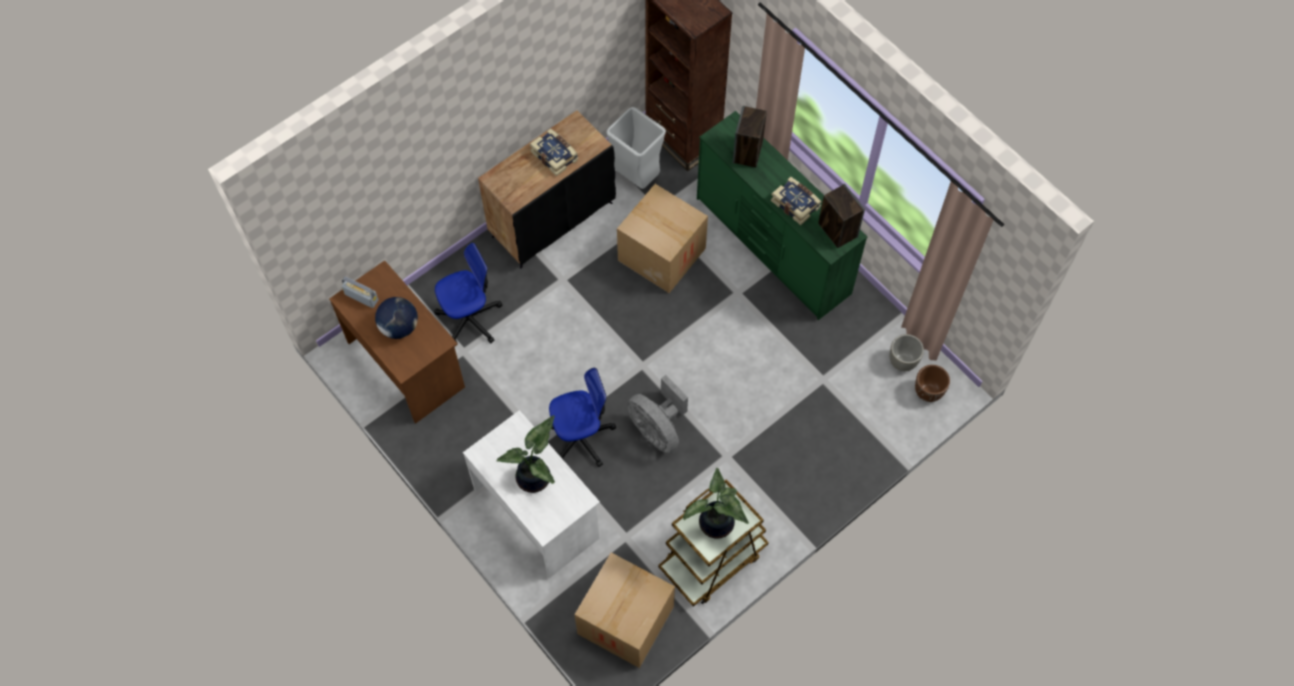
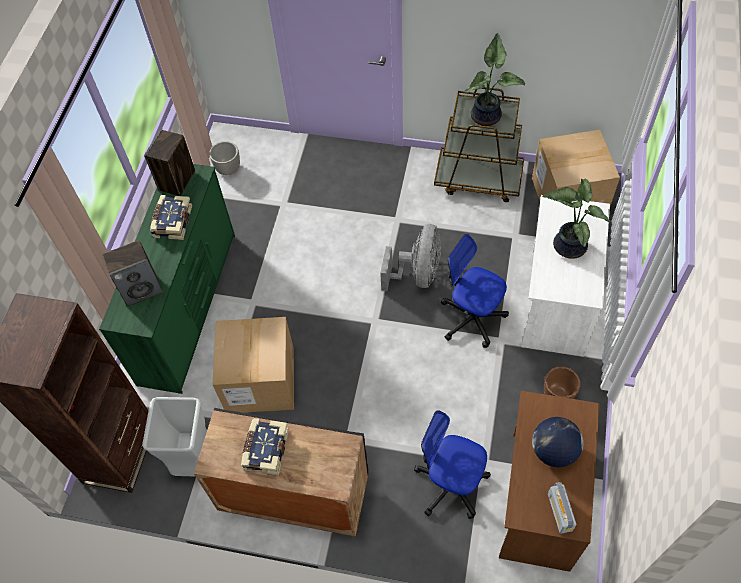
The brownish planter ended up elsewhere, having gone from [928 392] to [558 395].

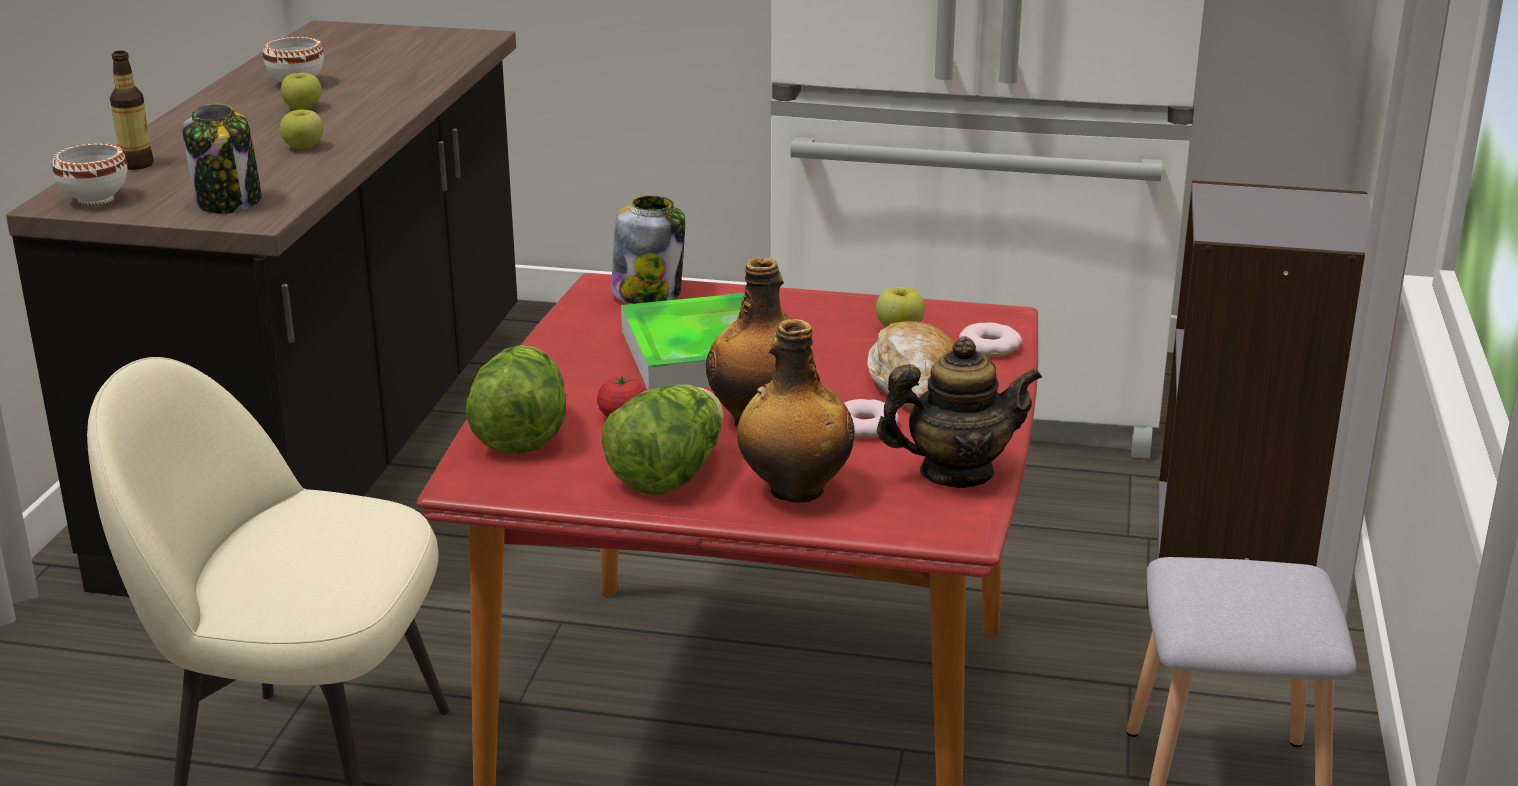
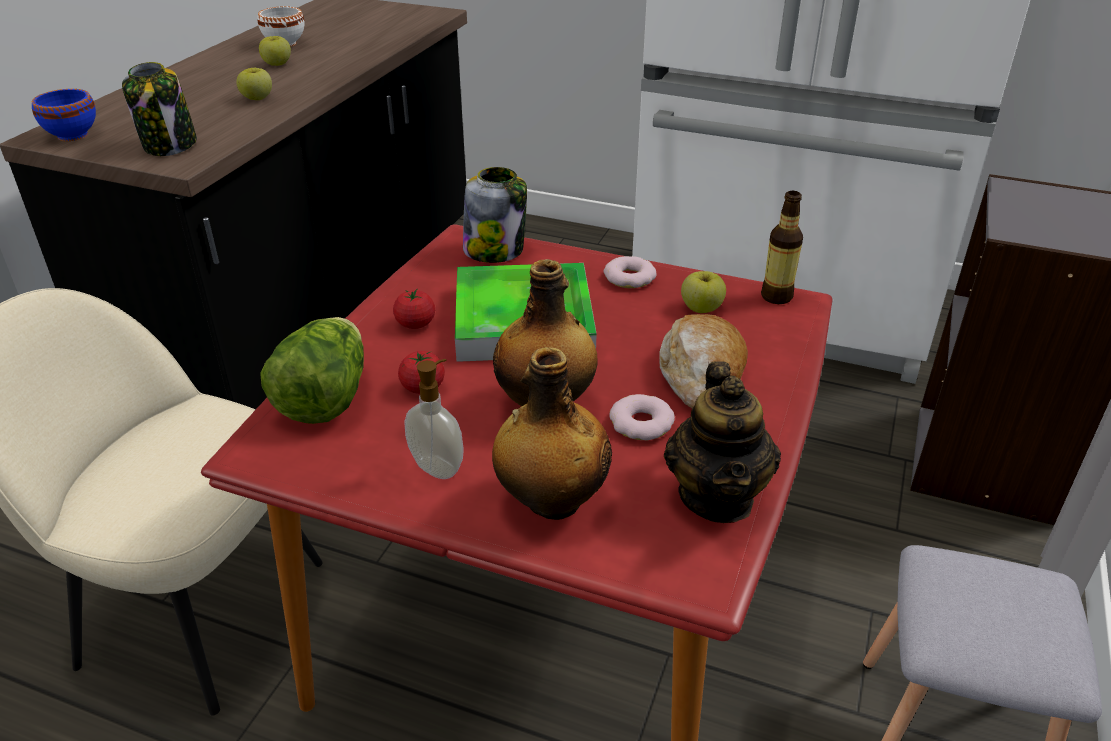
The drink bottle ended up elsewhere, having gone from [137 165] to [776 296].
What was the whitish deep dish at [95 199] turned into the blue-coloured deep dish at [73 135].
The donut ended up elsewhere, having gone from [989 346] to [629 278].
The tea pot at [956 473] ended up facing another way, 90 degrees clockwise from before.
Where the lettuce head stood at [668 475], the soap bottle came to stand at [438 467].
The second view gained the fresh tomato at [415 324].

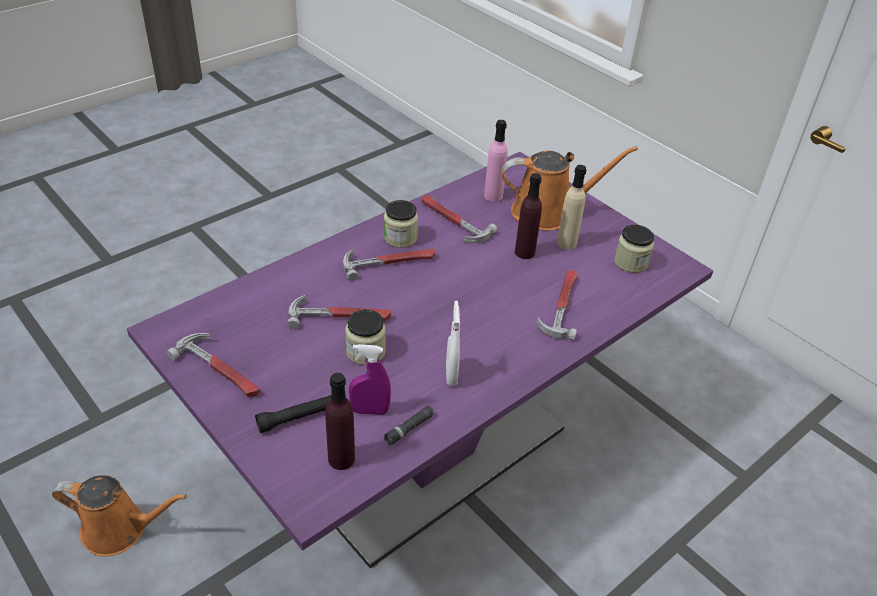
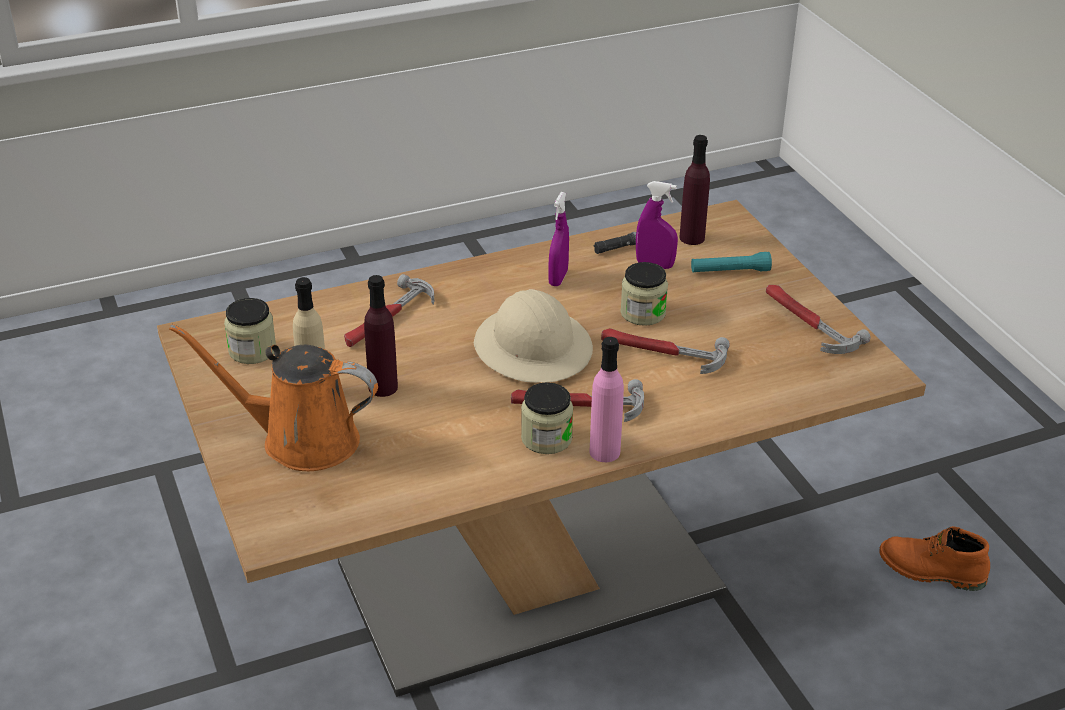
The pinkish drink bottle ended up elsewhere, having gone from [493 196] to [604 452].
What was the purple dining table at [429 449] turned into the brownish dining table at [530 578].
The second view lost the tool hammer at [452 221].
What was the whitish spray bottle at [451 375] turned into the purple spray bottle at [558 278].
What was the black torch at [296 418] turned into the turquoise-coloured torch at [730 271].
Where the orangey watering pot stood at [120 529], the orangey boot came to stand at [930 571].
The second view gained the sand-coloured hard hat at [533 348].

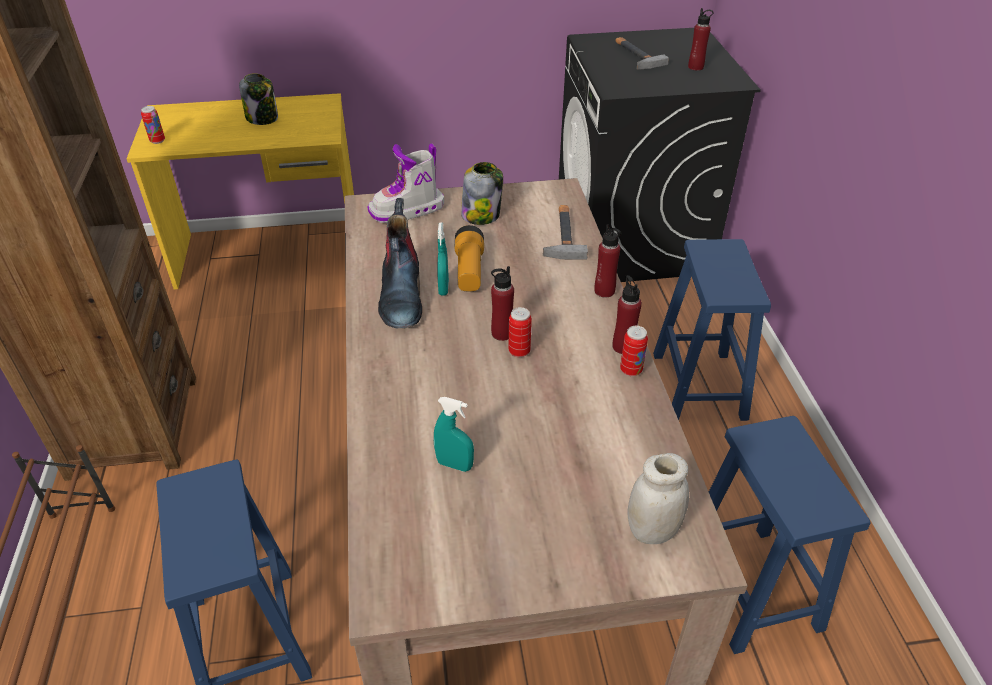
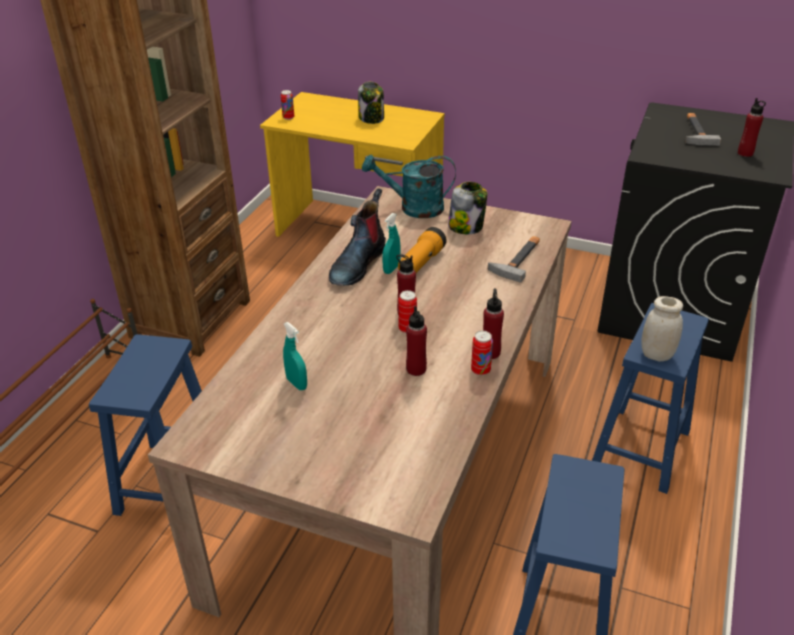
Where the boot stood at [408 210], the turquoise-coloured watering pot came to stand at [413 208].
The reddish drink bottle ended up elsewhere, having gone from [604 291] to [416 369].
The whitish jar ended up elsewhere, having gone from [652 531] to [656 355].

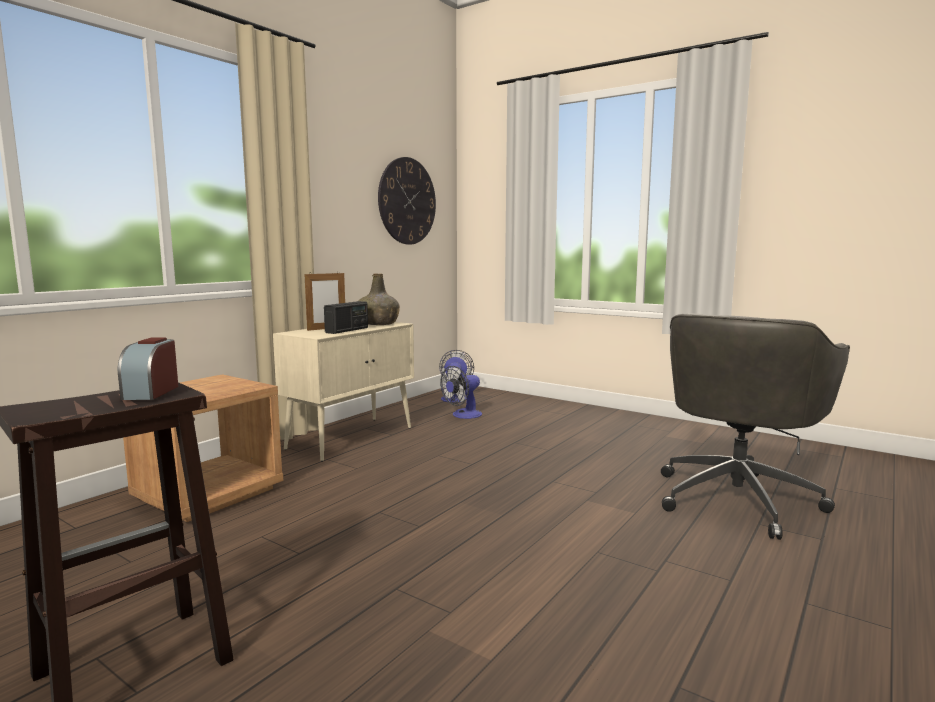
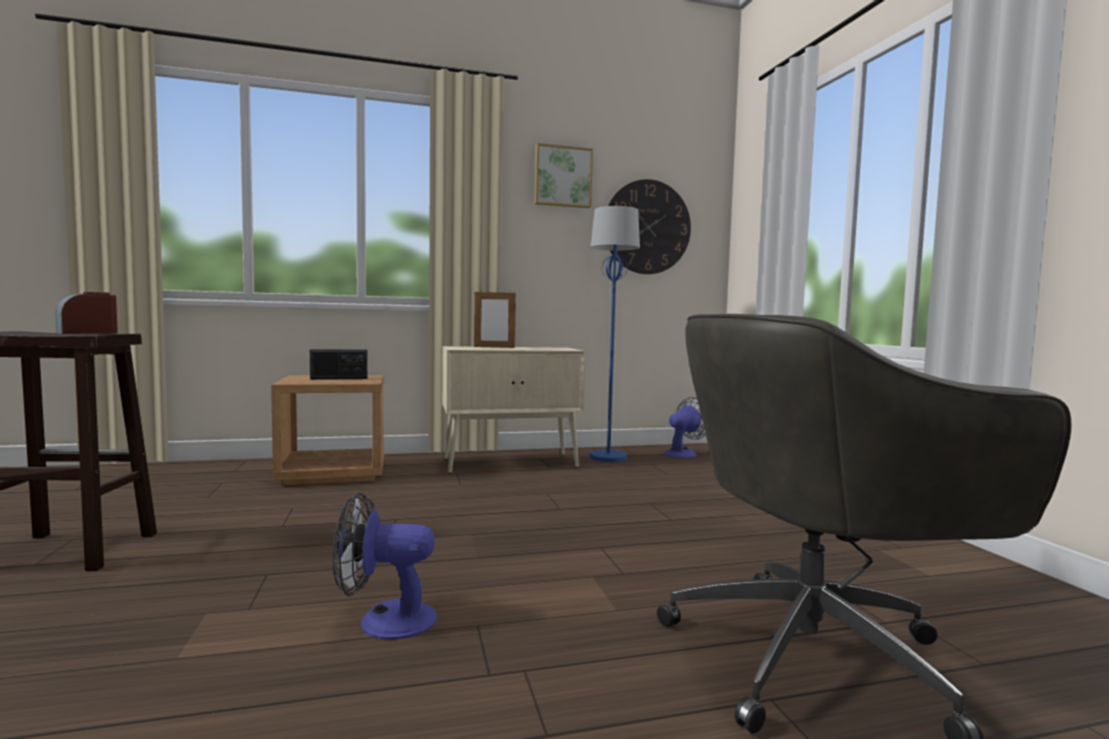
The second view lost the greenish drink bottle at [378 323].
The radio set ended up elsewhere, having gone from [347 330] to [339 378].
The electric fan ended up elsewhere, having gone from [463 415] to [384 620].
The second view gained the wall art at [562 177].
The second view gained the blue-coloured standard lamp at [608 457].

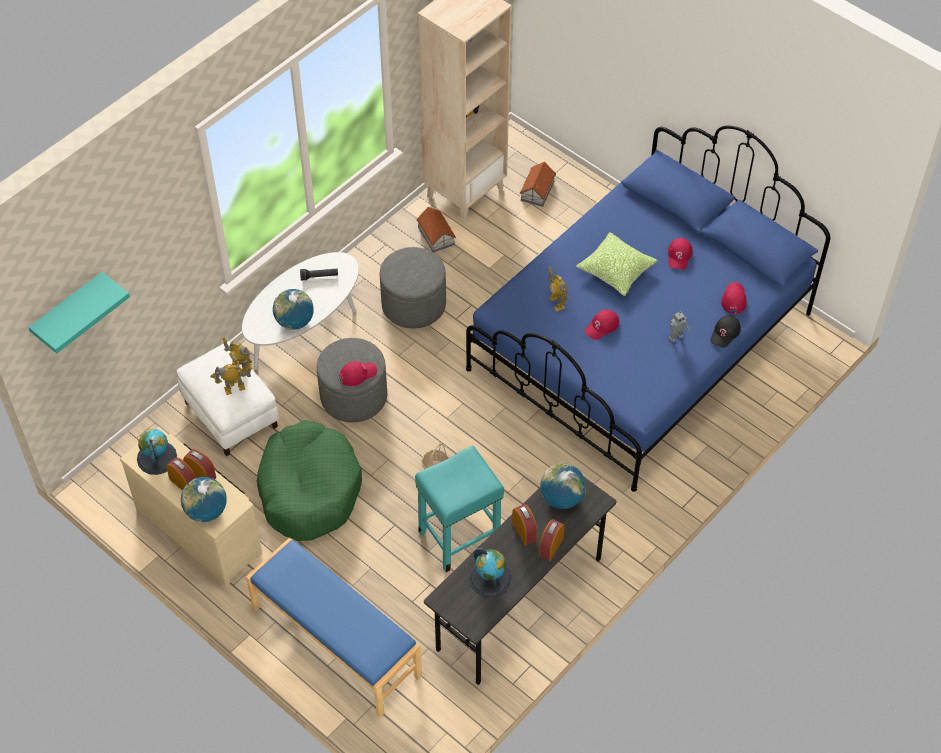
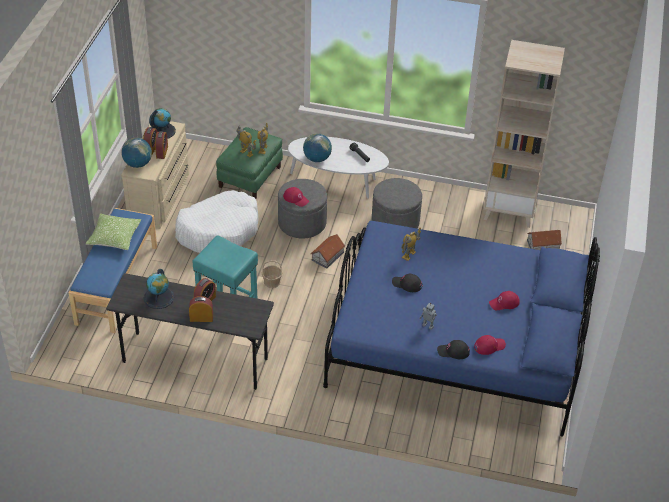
The miniature house ended up elsewhere, having gone from [436 235] to [328 256].
The pillow ended up elsewhere, having gone from [616 270] to [114 237].
The second view lost the turquoise-coloured bracket shelf at [68 310].
What was the reddish baseball cap at [602 326] turned into the black baseball cap at [407 284].
What was the whitish footrest at [232 414] turned into the greenish footrest at [250 177].
What was the greenish pet bed at [309 489] turned into the whitish pet bed at [219 230].
The second view lost the desk globe at [562 498].

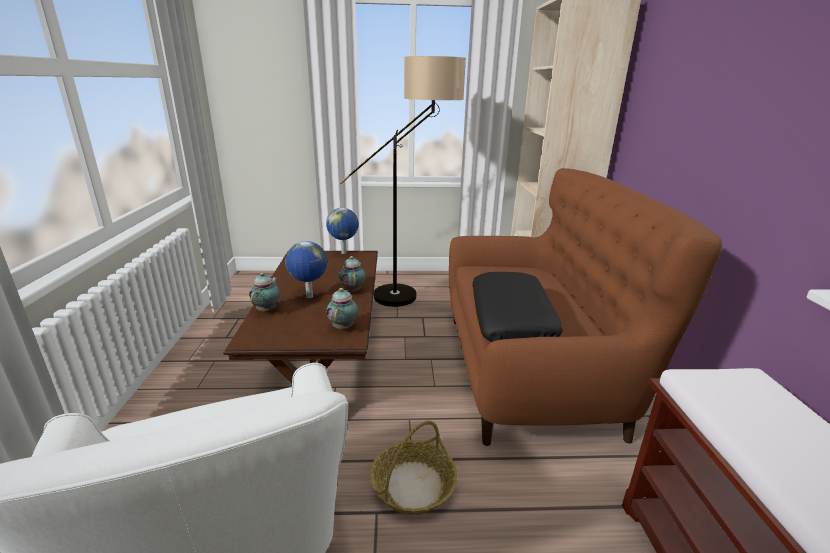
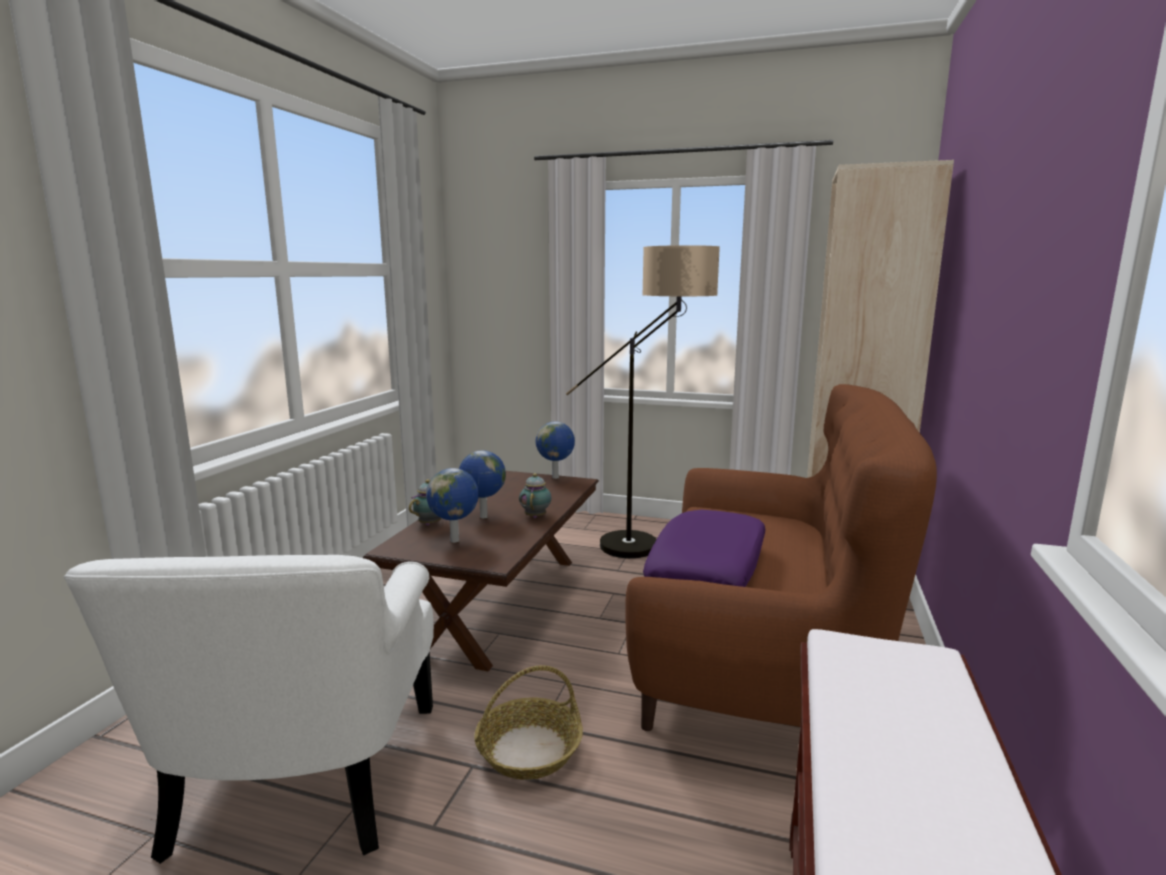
What was the black pillow at [511 318] turned into the purple pillow at [708 569].
The second view lost the tea pot at [344 326].
The second view gained the desk globe at [456 541].

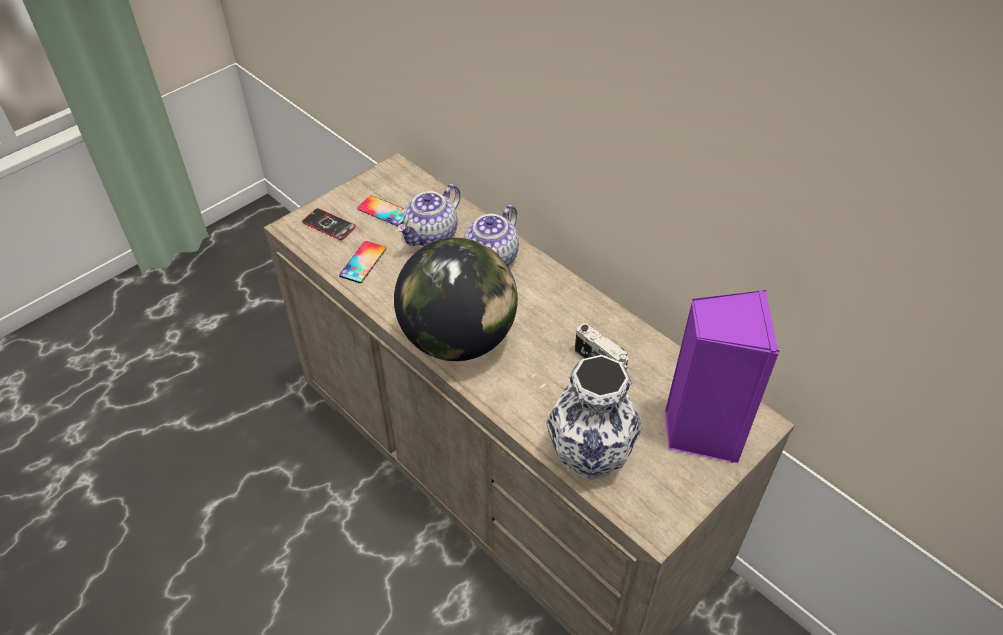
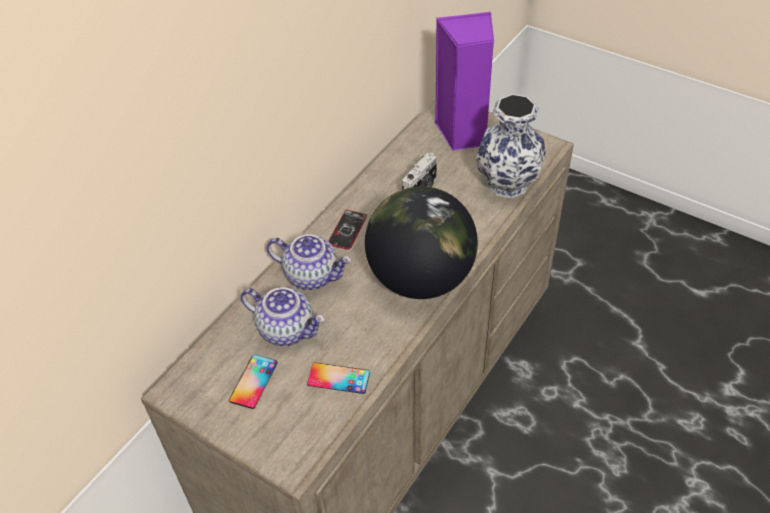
The handset ended up elsewhere, having gone from [329 225] to [347 230].

